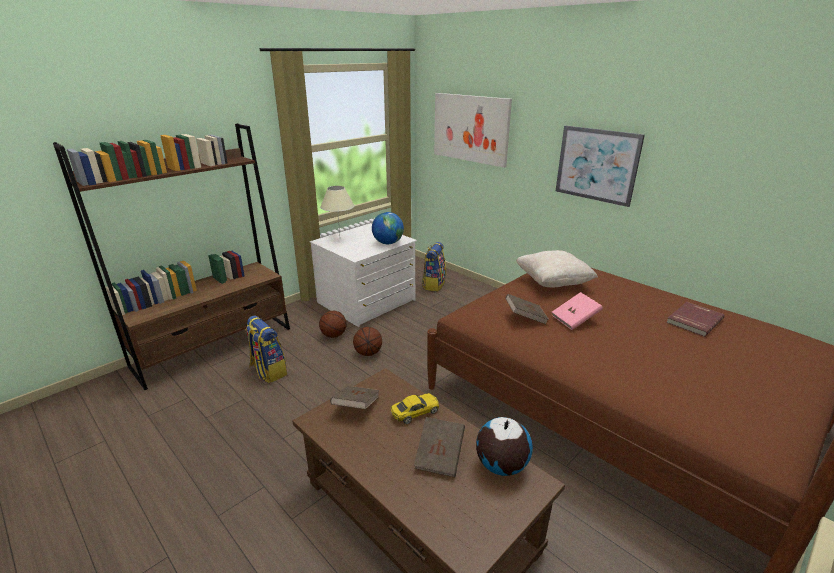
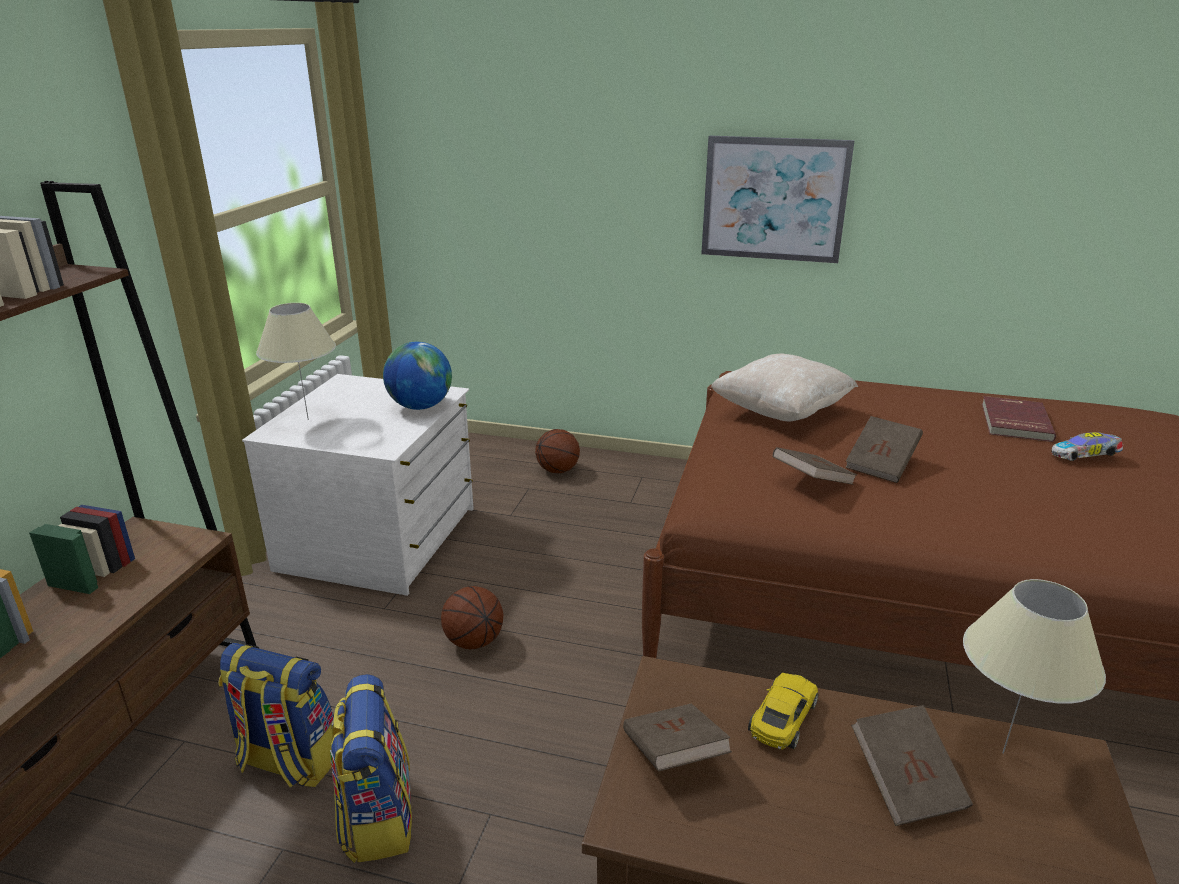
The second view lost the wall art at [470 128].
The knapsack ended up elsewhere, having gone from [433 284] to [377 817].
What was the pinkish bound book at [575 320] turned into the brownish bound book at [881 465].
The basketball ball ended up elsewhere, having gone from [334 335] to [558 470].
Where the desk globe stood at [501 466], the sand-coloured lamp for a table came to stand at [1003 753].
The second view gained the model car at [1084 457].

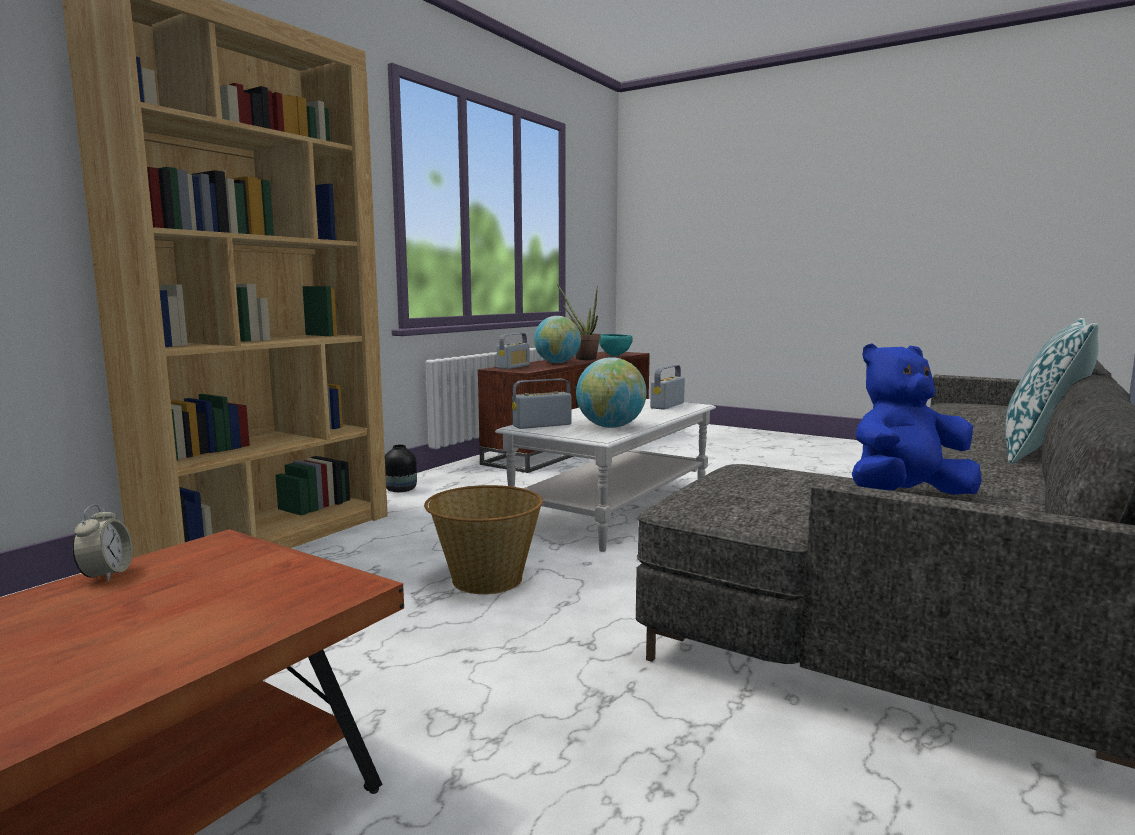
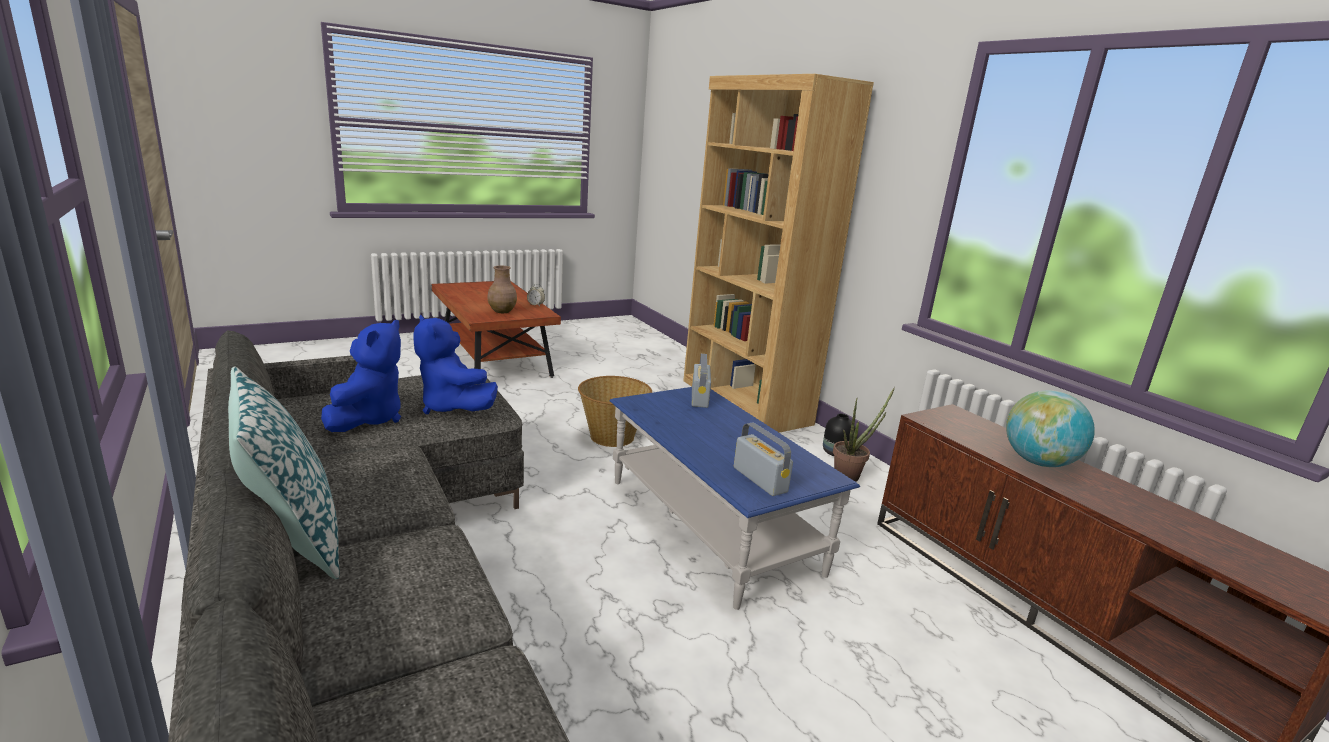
The potted plant ended up elsewhere, having gone from [582 359] to [850 475].
The second view lost the radio set at [513 367].
The second view lost the turquoise-coloured deep dish at [614 356].
The second view lost the desk globe at [610 427].
What was the whitish coffee table at [614 509] turned into the blue-coloured coffee table at [711 524].
The second view gained the brownish flower vase at [502 311].
The second view gained the blue-coloured cuddly toy at [452 407].

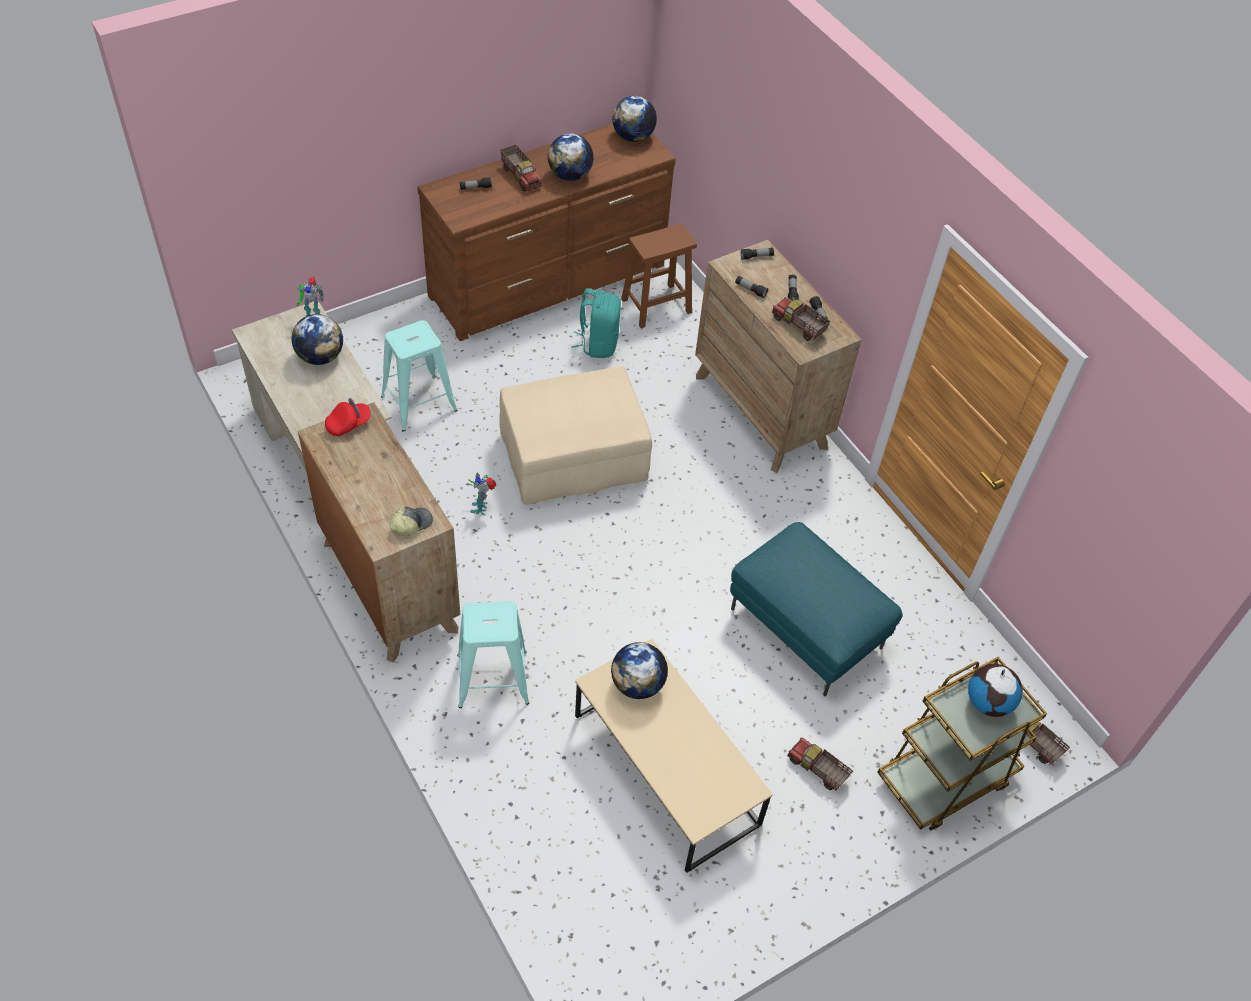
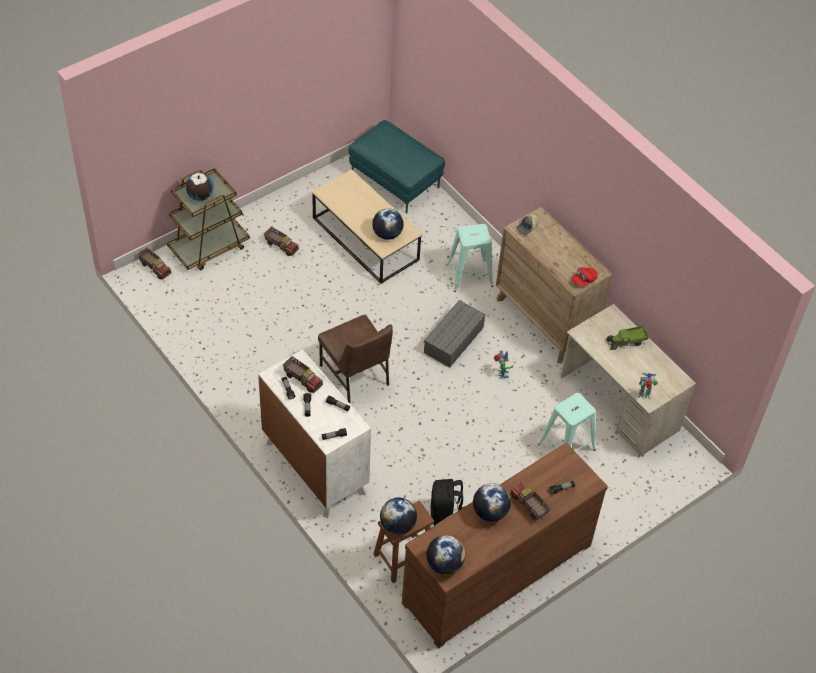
What was the brownish drawer chest at [761 411] turned into the whitish drawer chest at [314 467].
What was the turquoise-coloured knapsack at [598 343] turned into the black knapsack at [445 514].
The desk globe ended up elsewhere, having gone from [320 357] to [397 525].
The second view lost the sand-coloured footrest at [573 458].
The turquoise-coloured footrest ended up elsewhere, having gone from [804 629] to [396 181].
The second view gained the grey storage box at [453 341].
The second view gained the brownish chair at [355 375].
The second view gained the toy lorry at [626 342].

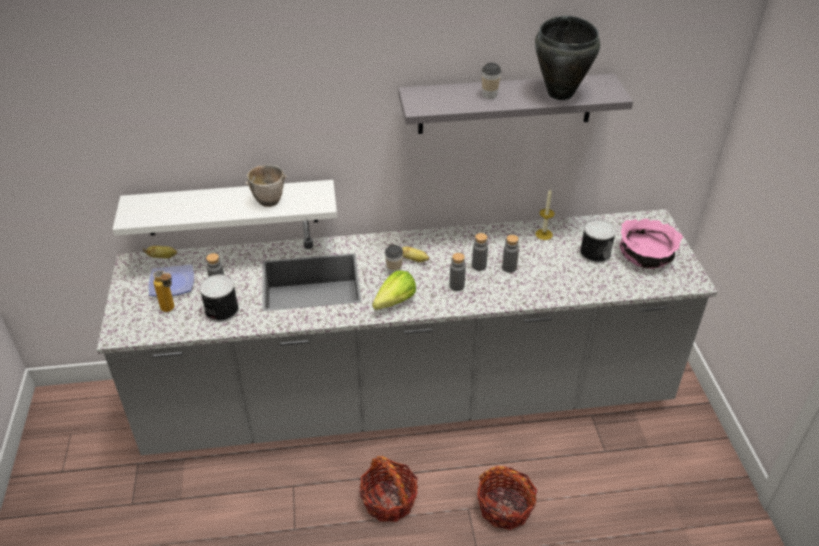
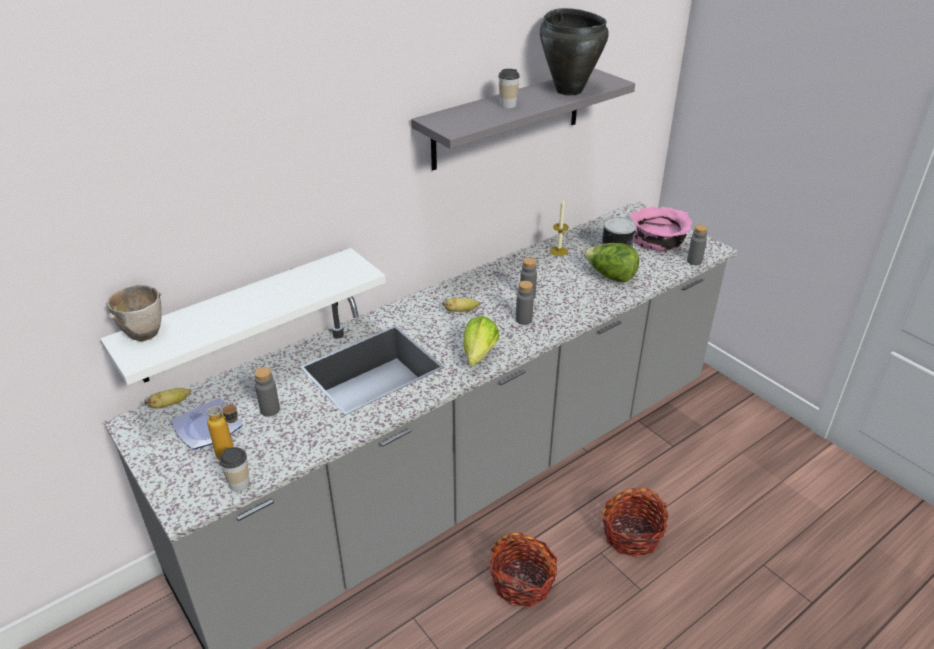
The deep dish ended up elsewhere, having gone from [270 201] to [146 333].
The grey drink bottle ended up elsewhere, having gone from [509 267] to [694 261].
The small cup ended up elsewhere, having gone from [394 271] to [239 483].
The second view lost the can at [221 310].
The second view gained the lettuce head at [610 276].

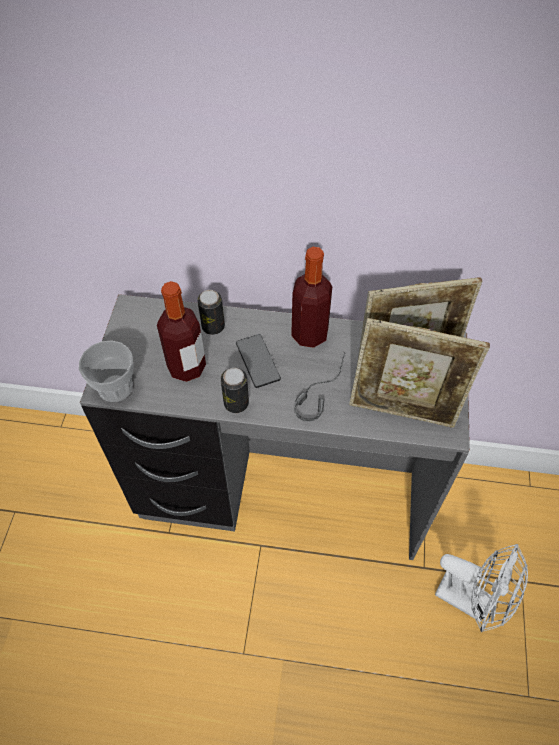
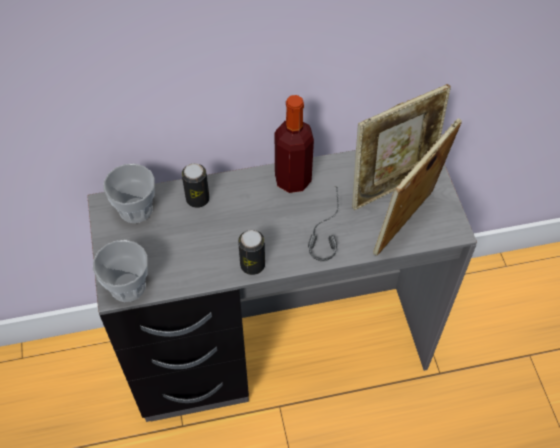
The second view lost the drink bottle at [187 367].
The standing frame at [403 411] ended up facing another way, 135 degrees clockwise from before.
The second view lost the handset at [258 361].
The second view lost the whitish electric fan at [471 600].
The second view gained the small cup at [136 209].

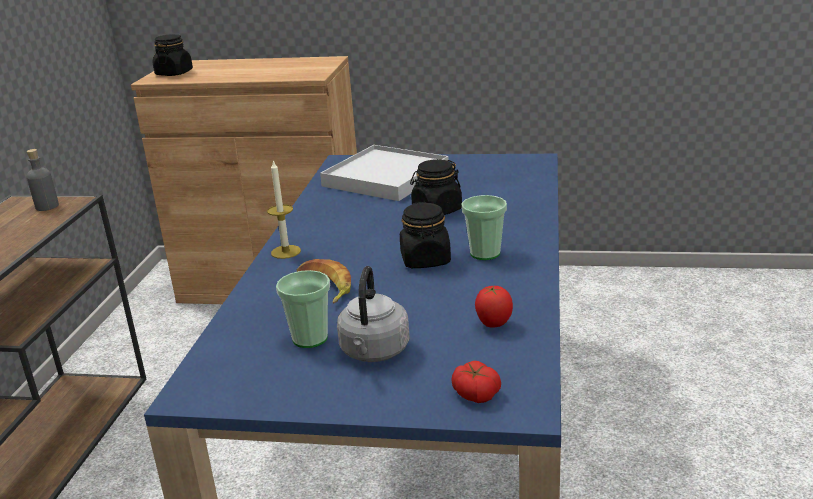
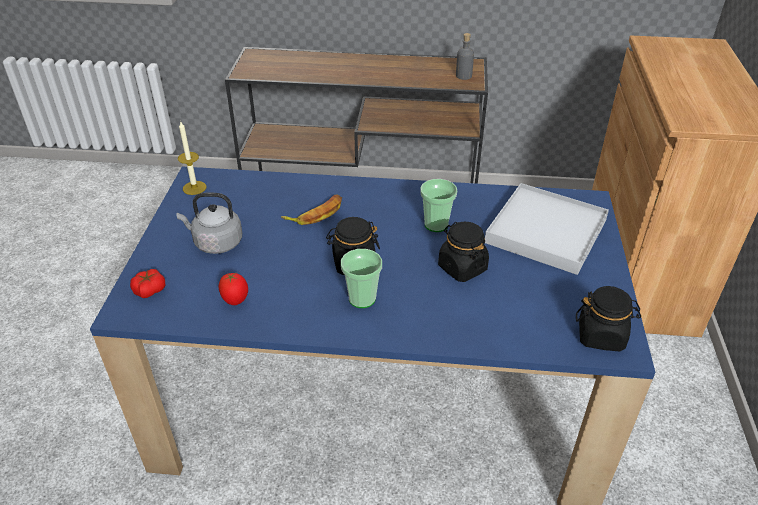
The black jar ended up elsewhere, having gone from [174 73] to [601 335].
The candle ended up elsewhere, having gone from [286 252] to [194 188].
The small cup ended up elsewhere, having gone from [310 338] to [436 224].

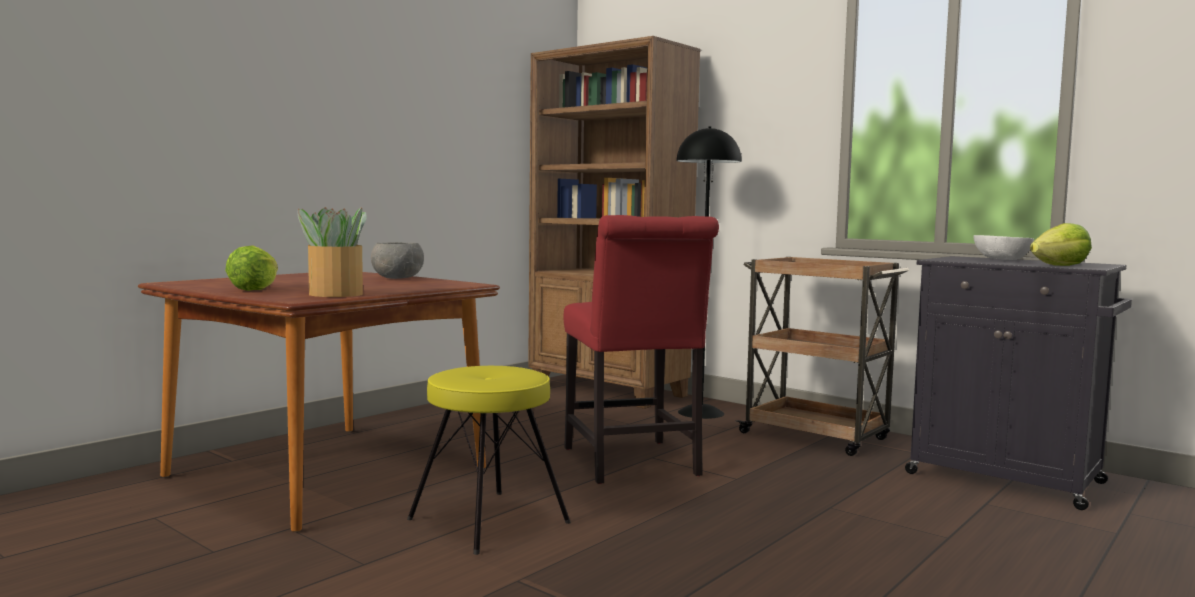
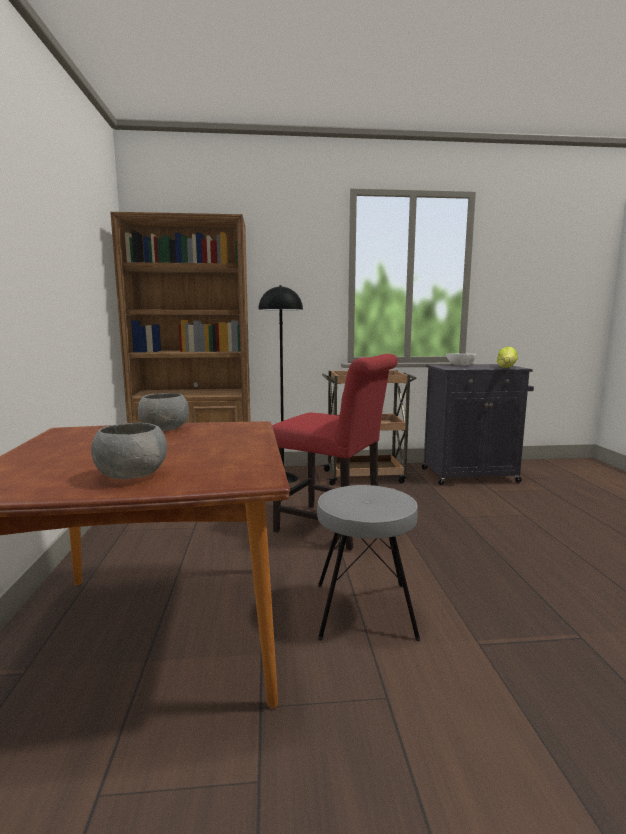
The second view lost the potted plant at [335 294].
Where the lettuce head stood at [254 289], the grey deep dish came to stand at [131 476].
What was the yellowish sitting stool at [488 521] turned into the grey sitting stool at [365 610].

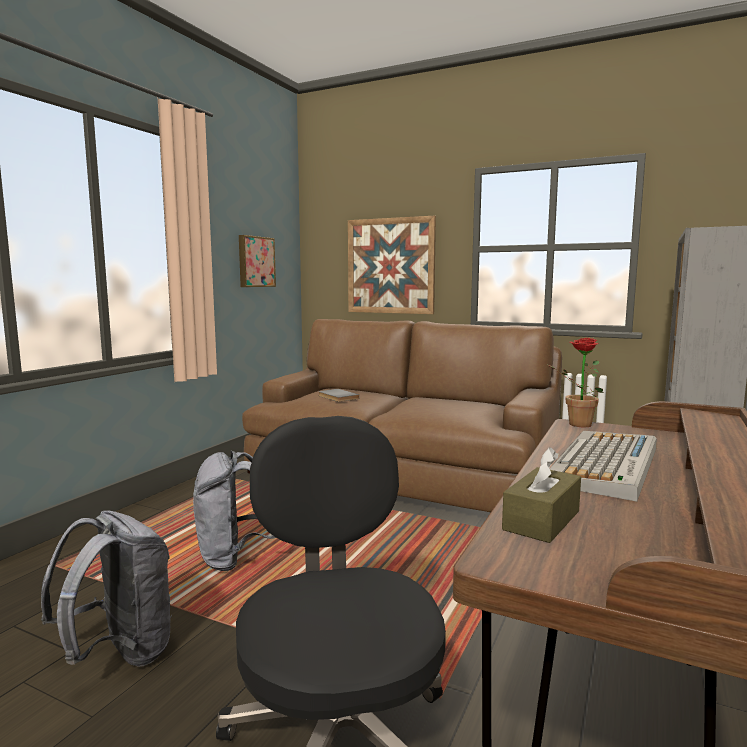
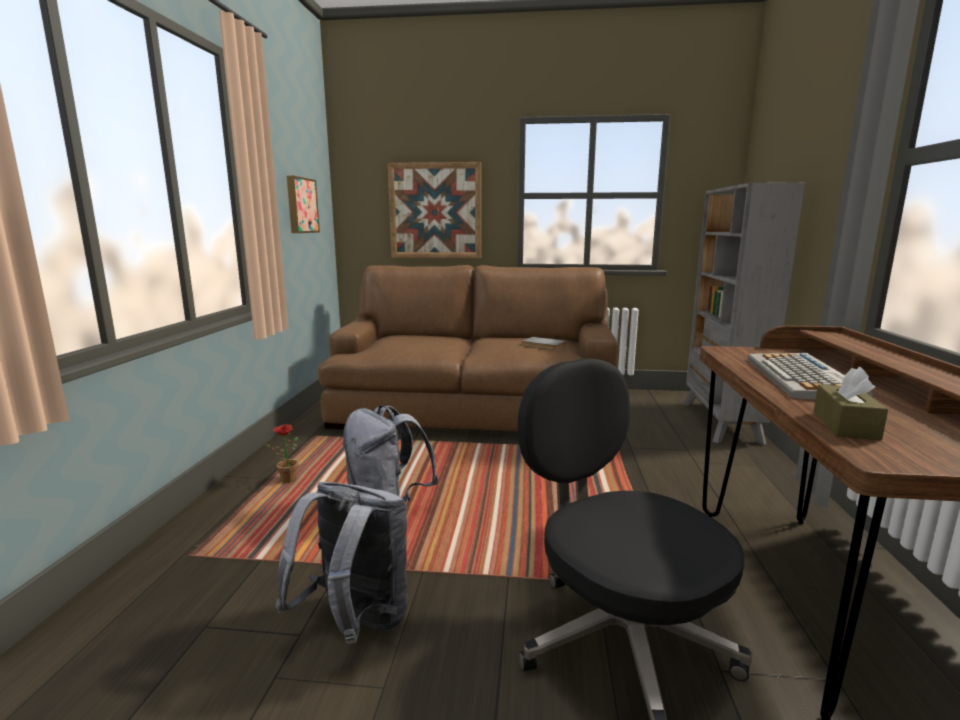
The potted plant ended up elsewhere, having gone from [575 424] to [285 481].
The grey bound book ended up elsewhere, having gone from [337 397] to [543 345].

